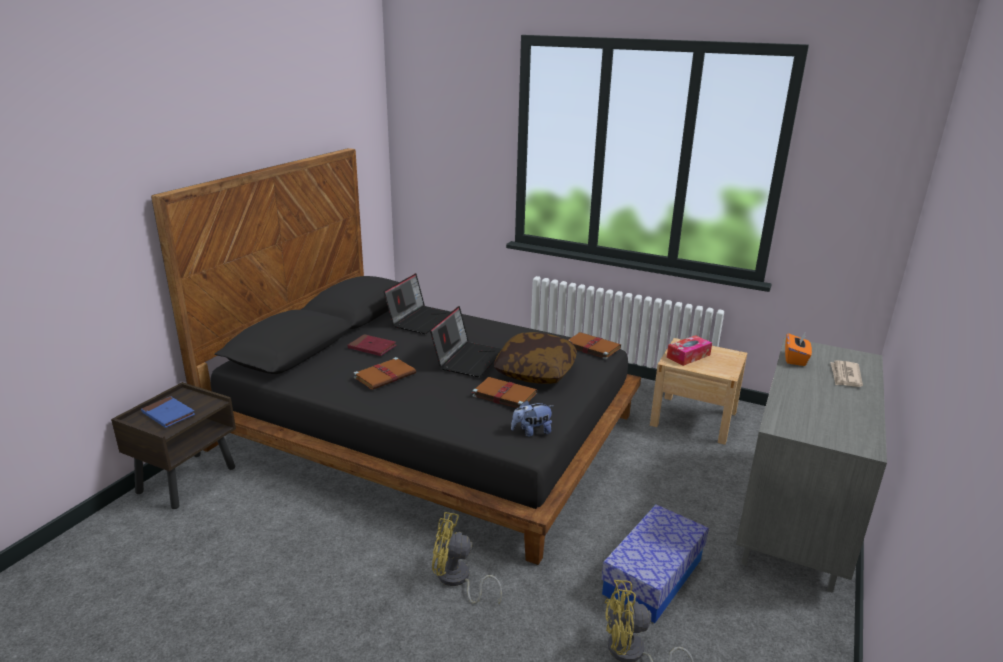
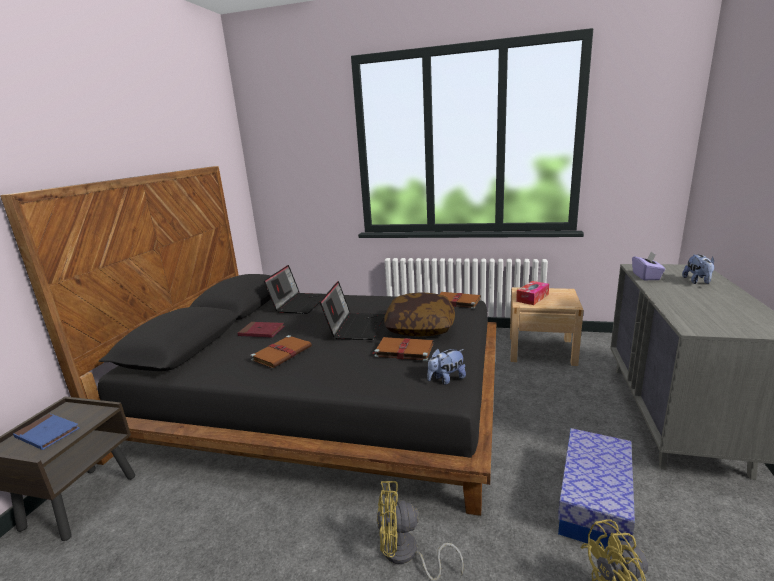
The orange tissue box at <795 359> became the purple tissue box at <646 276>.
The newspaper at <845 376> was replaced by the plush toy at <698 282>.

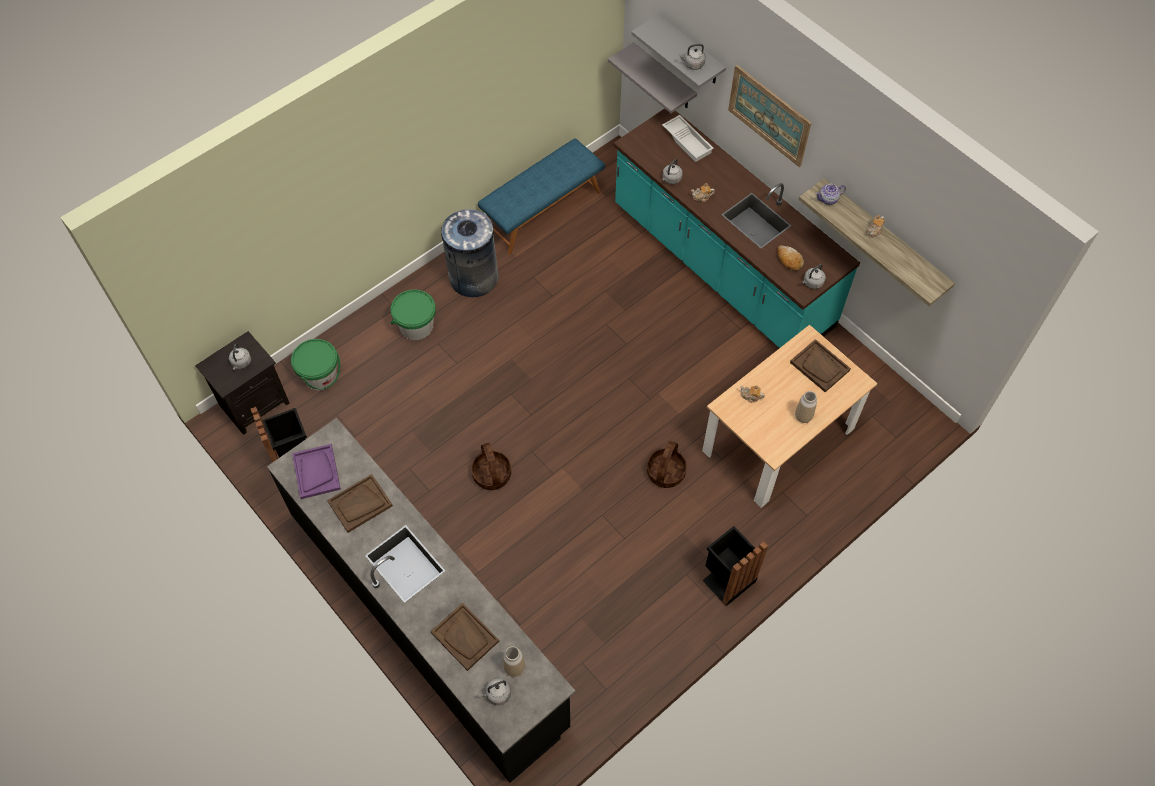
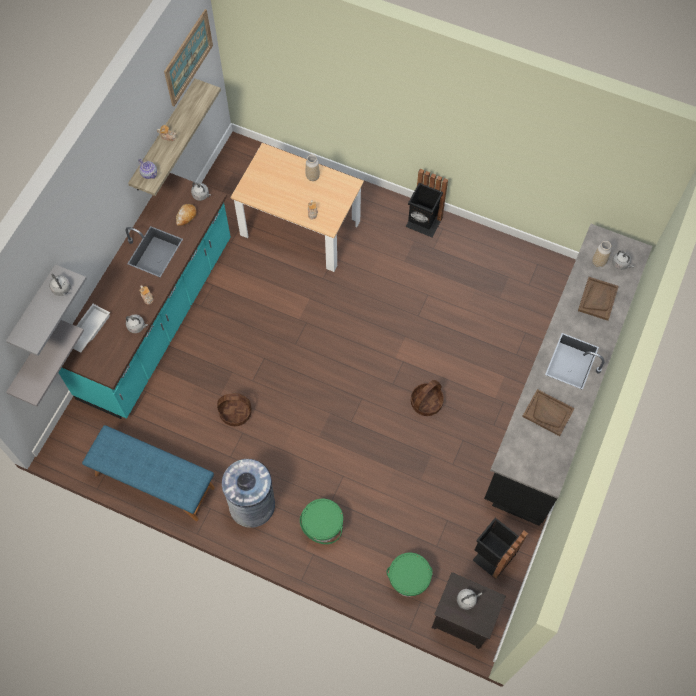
The purple tray at <316 472> disappeared.
The basket moved from <666 473> to <236 412>.
The picture moved from <769 115> to <188 57>.
The brown tray at <820 366> disappeared.

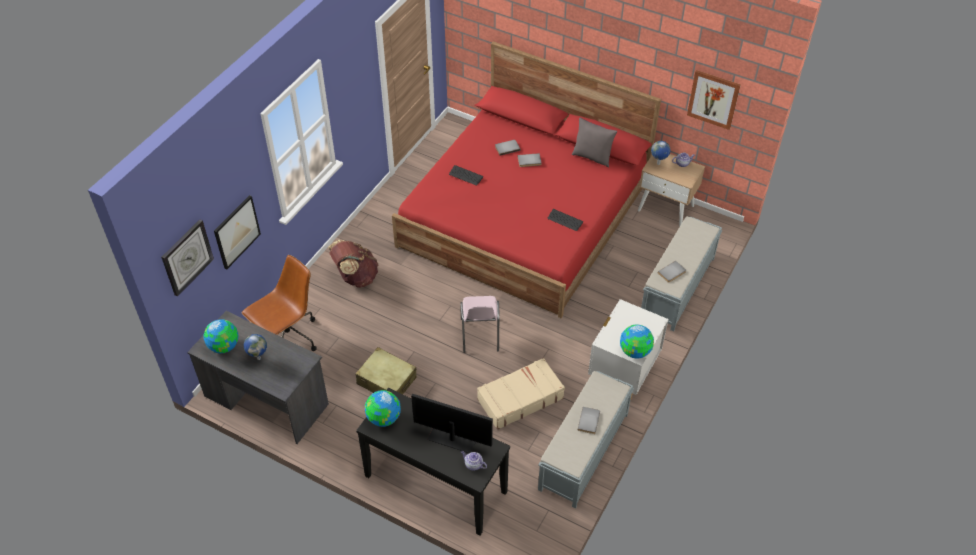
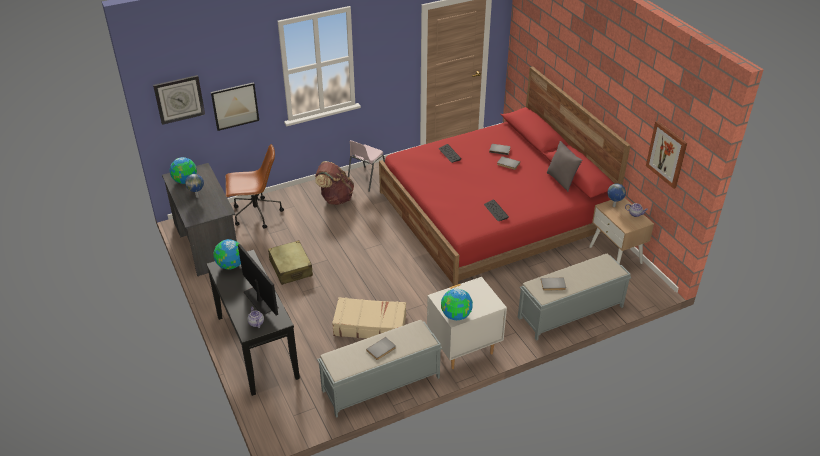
The pink chair moved from <479 335> to <366 179>.

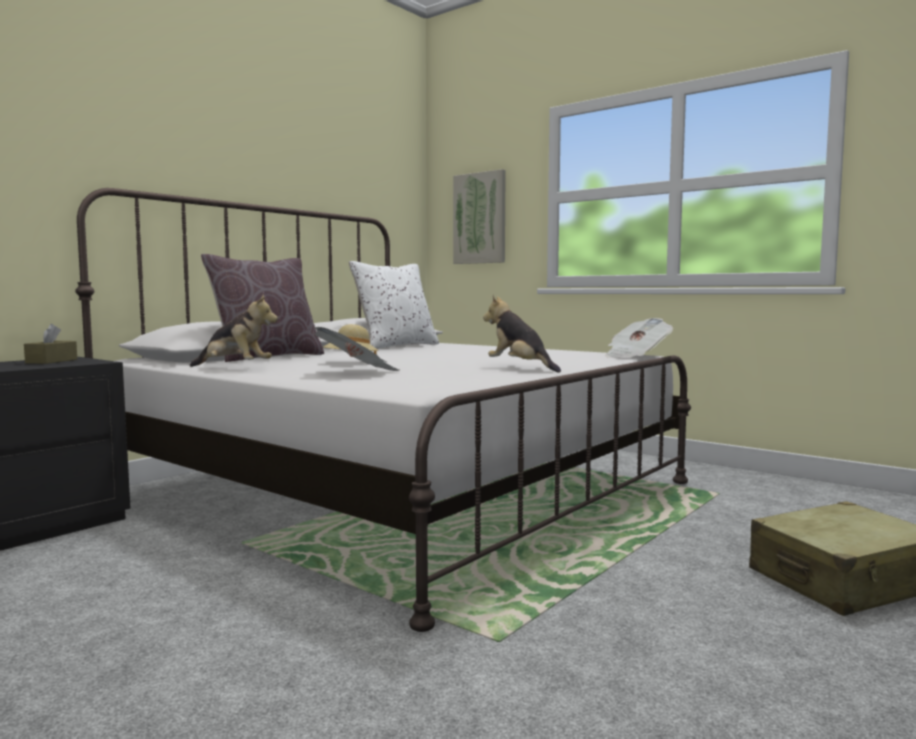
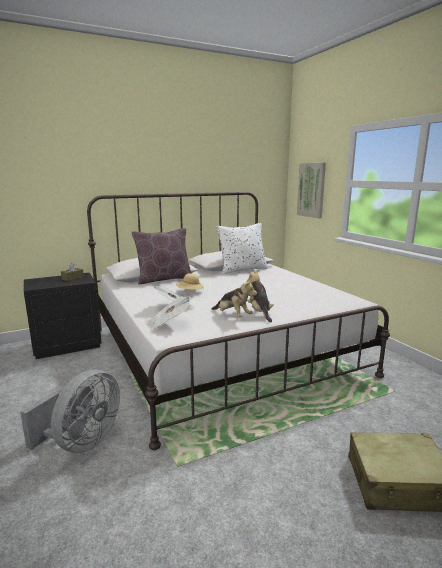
The plush toy moved from <234 368> to <233 315>.
The newspaper moved from <635 356> to <168 324>.
The grey fan at <82 442> appeared.

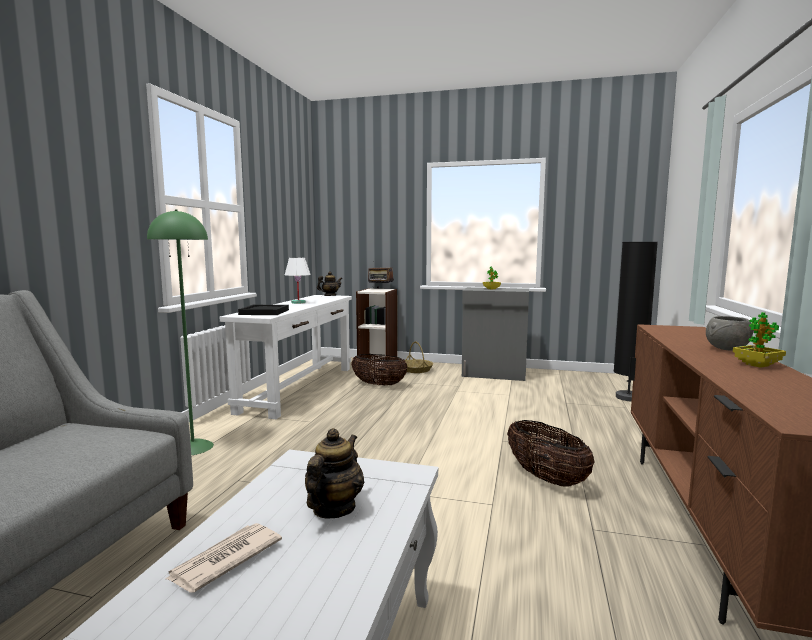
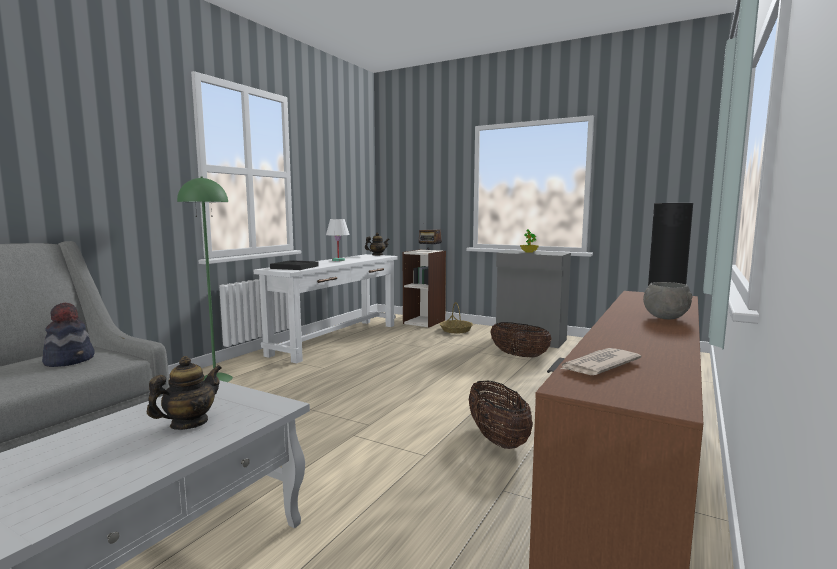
The newspaper moved from <224 560> to <598 365>.
The basket moved from <379 385> to <519 356>.
The potted plant at <757 365> disappeared.
The hat at <70 360> appeared.

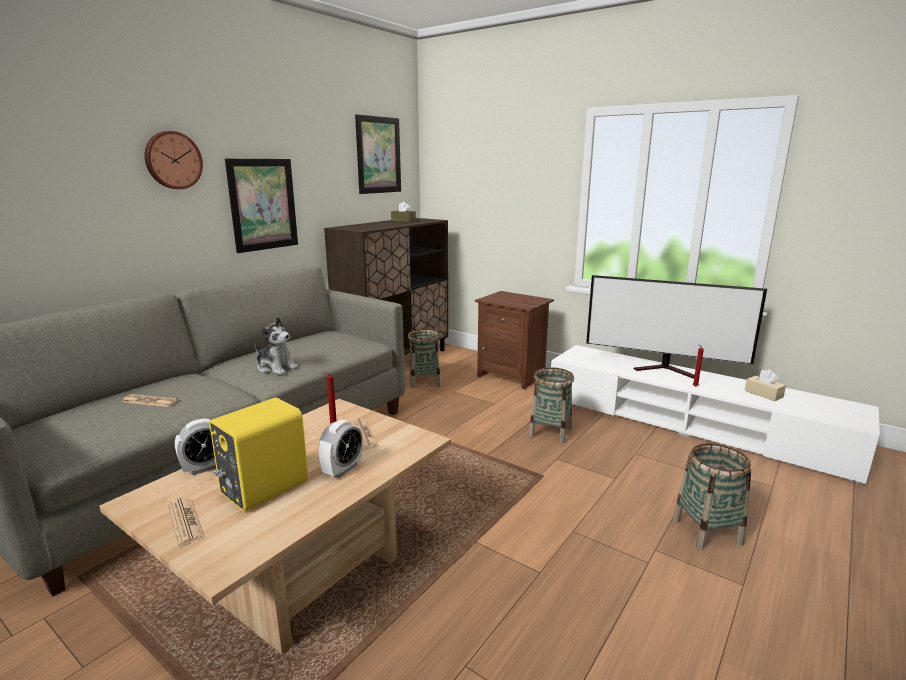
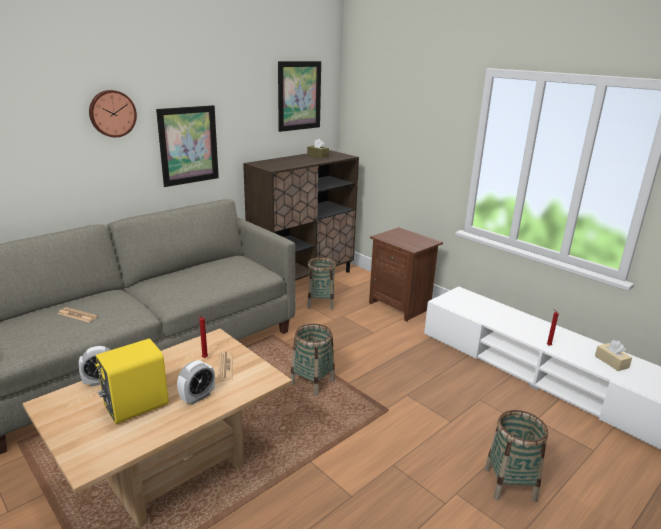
The newspaper at <185 521> disappeared.
The plush toy at <276 368> disappeared.
The basket moved from <550 432> to <312 382>.
The television at <666 370> disappeared.

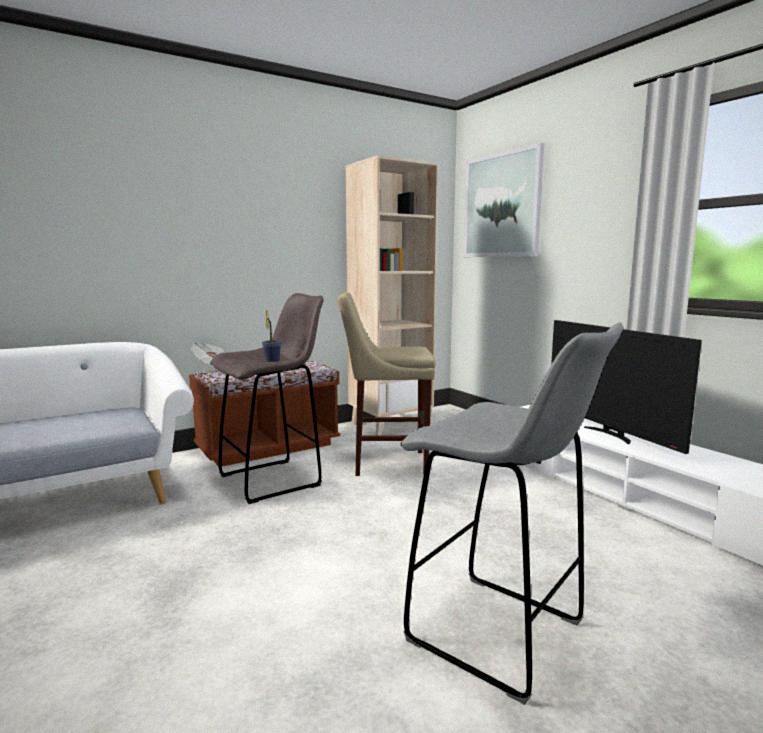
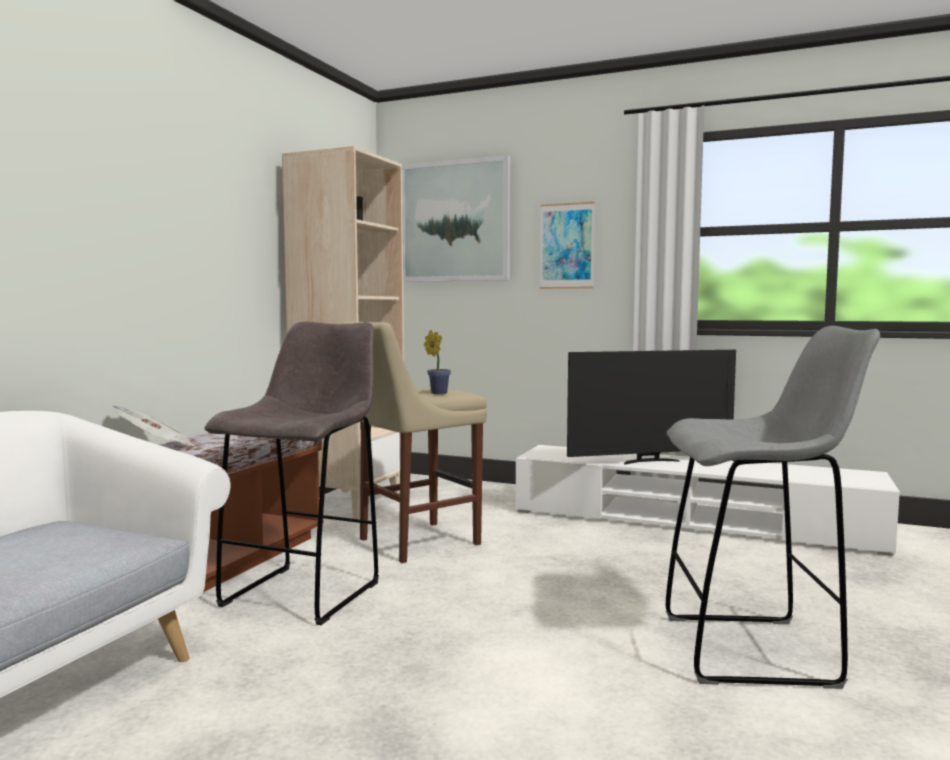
The potted plant moved from <272 360> to <437 393>.
The television at <610 434> turned 45 degrees counterclockwise.
The picture at <567 246> appeared.

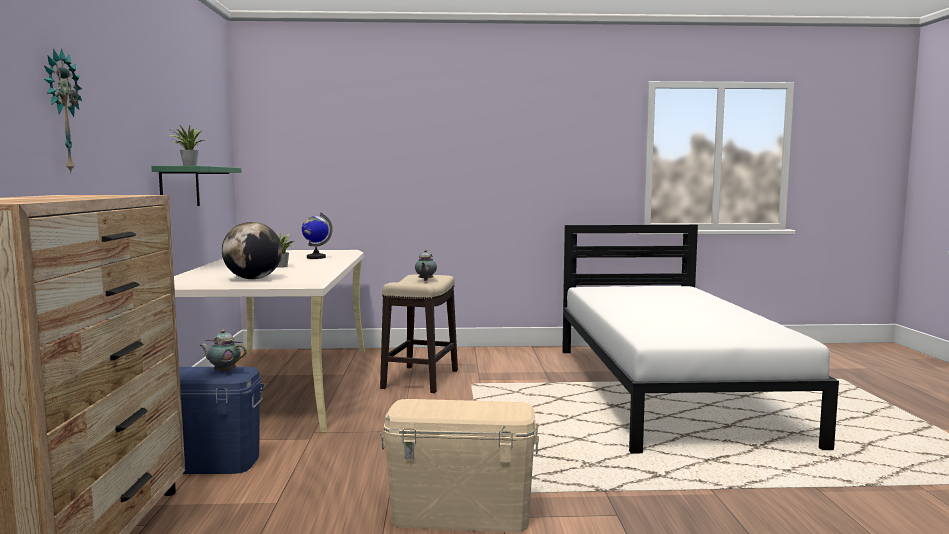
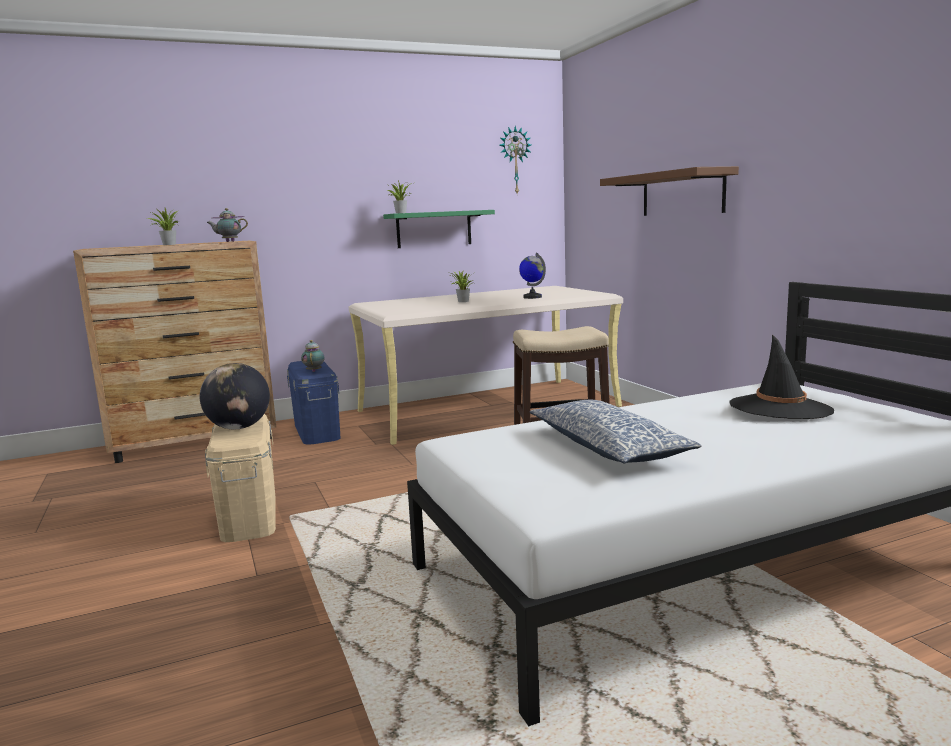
The wall clock moved from <60 112> to <514 160>.
The globe moved from <253 279> to <238 427>.
The teapot moved from <425 280> to <229 241>.
The potted plant at <168 244> appeared.
The pillow at <607 447> appeared.
The brown shelf at <682 193> appeared.
The black hat at <780 408> appeared.

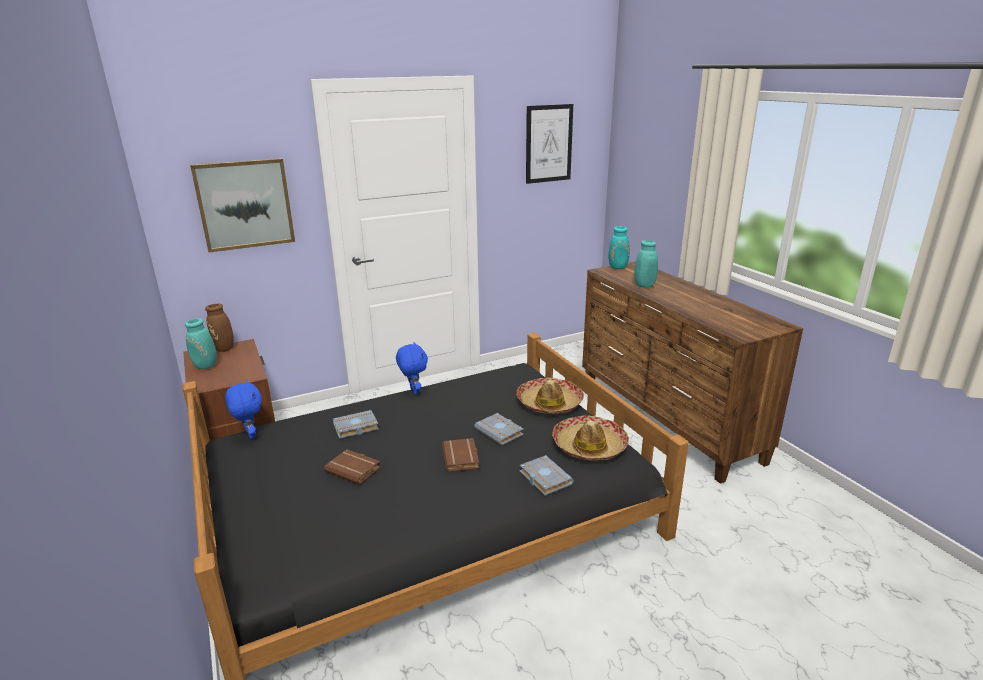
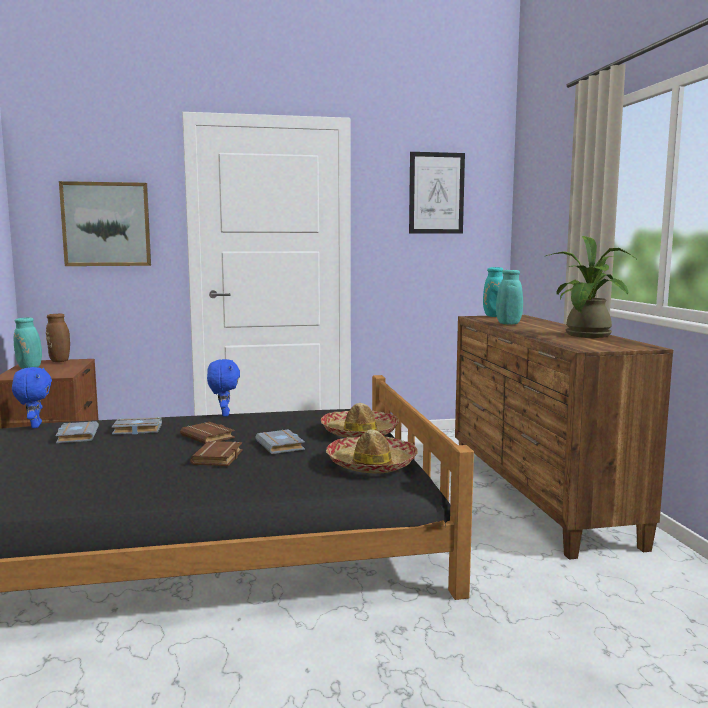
The brown book moved from <355 470> to <209 437>.
The grey book moved from <543 478> to <76 436>.
The potted plant at <587 336> appeared.

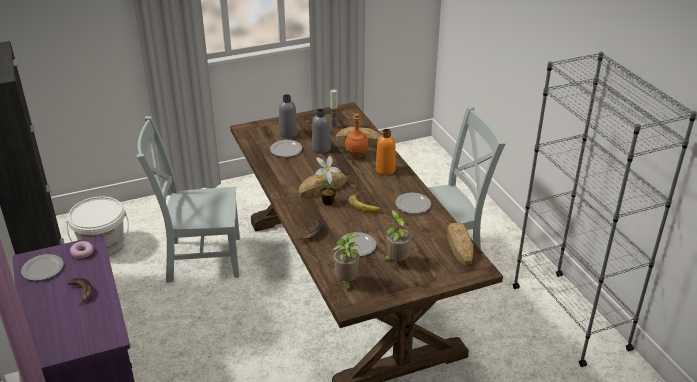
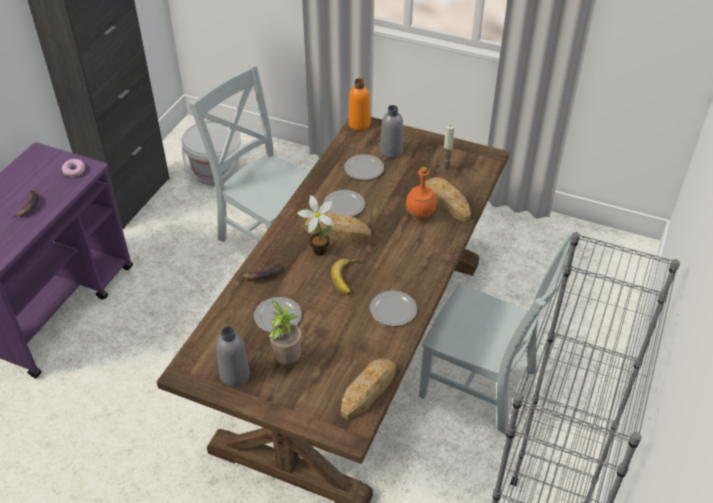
The plate moved from <42 269> to <343 205>.
The grey bottle moved from <321 148> to <235 375>.
The potted plant at <346 283> disappeared.
The orange bottle moved from <385 170> to <359 124>.

